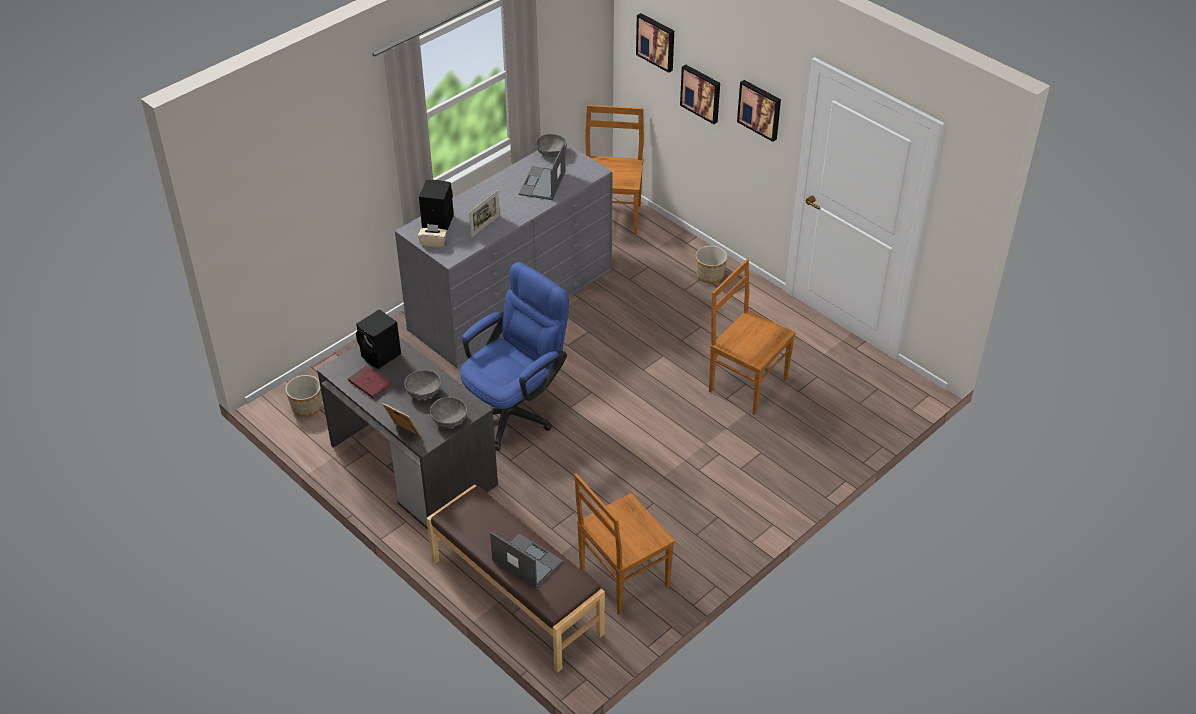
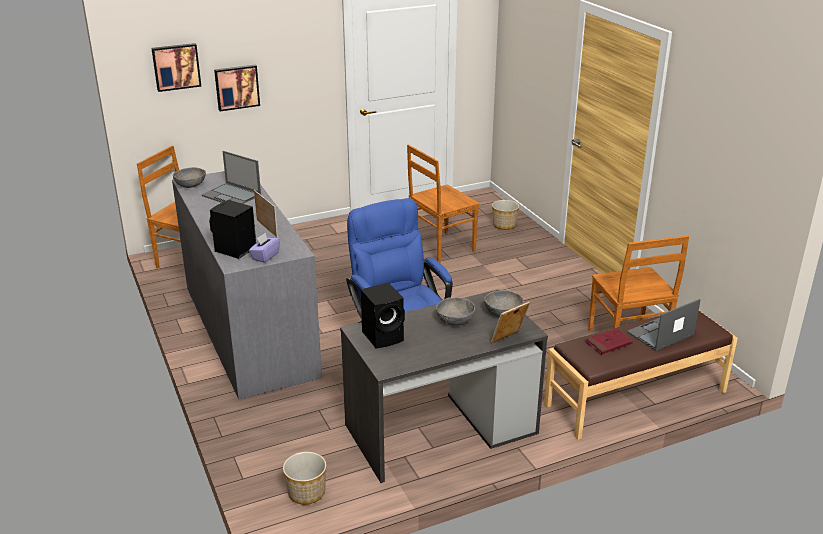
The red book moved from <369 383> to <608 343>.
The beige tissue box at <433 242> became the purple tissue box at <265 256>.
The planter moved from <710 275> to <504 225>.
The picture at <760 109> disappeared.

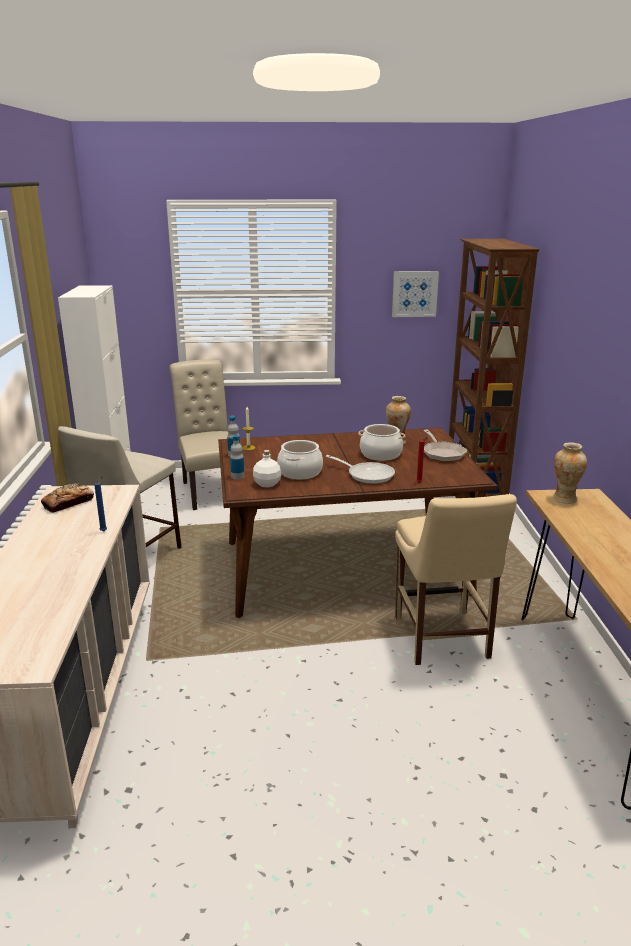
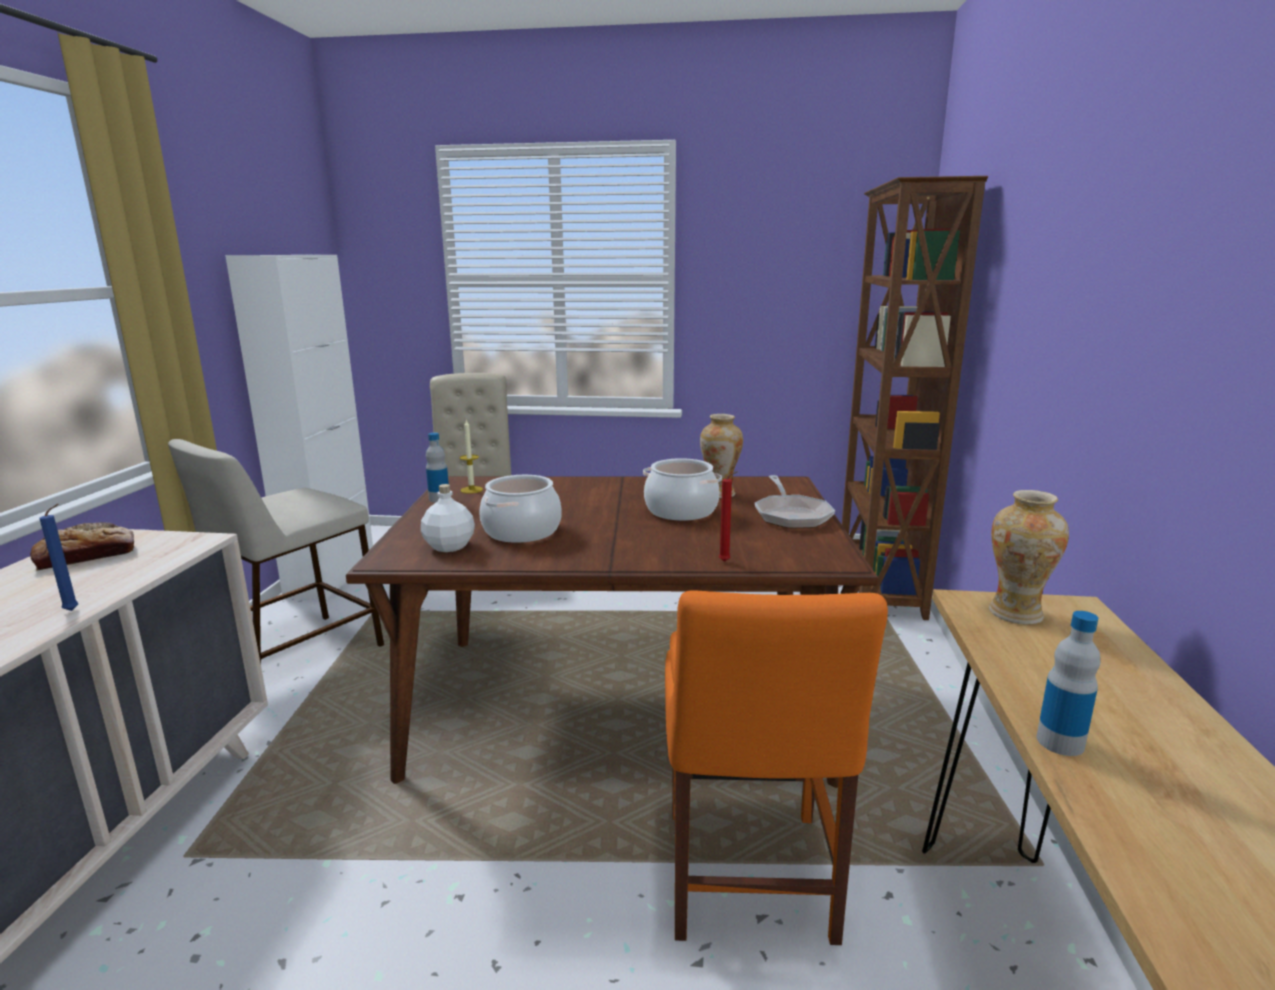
The bottle moved from <237 477> to <1060 742>.
The frying pan at <367 475> disappeared.
The picture at <414 294> disappeared.
The beige chair at <442 640> became the orange chair at <748 882>.

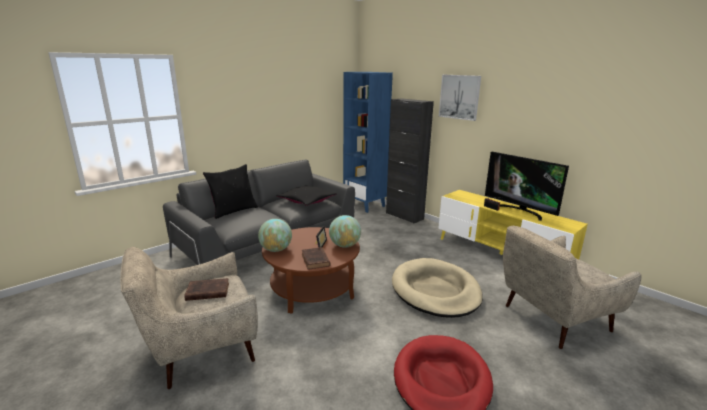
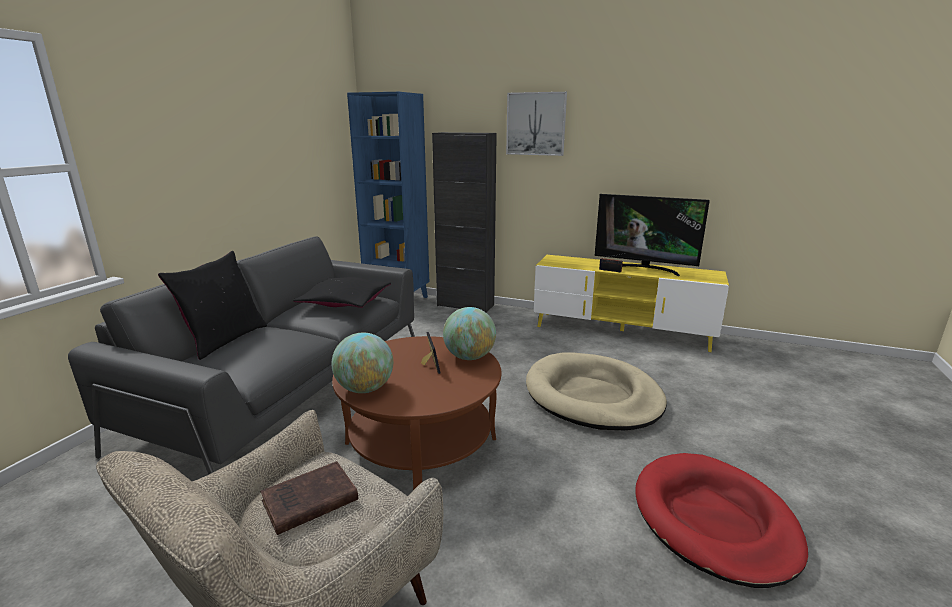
The brown book at <315 260> disappeared.
The beige armchair at <551 319> disappeared.

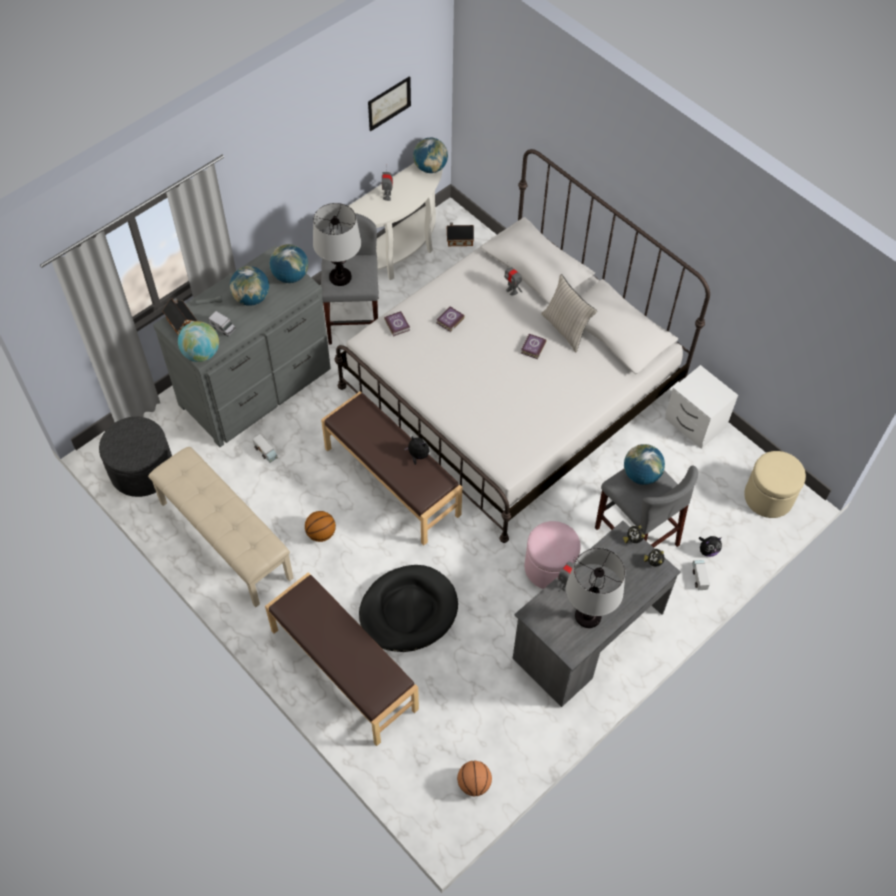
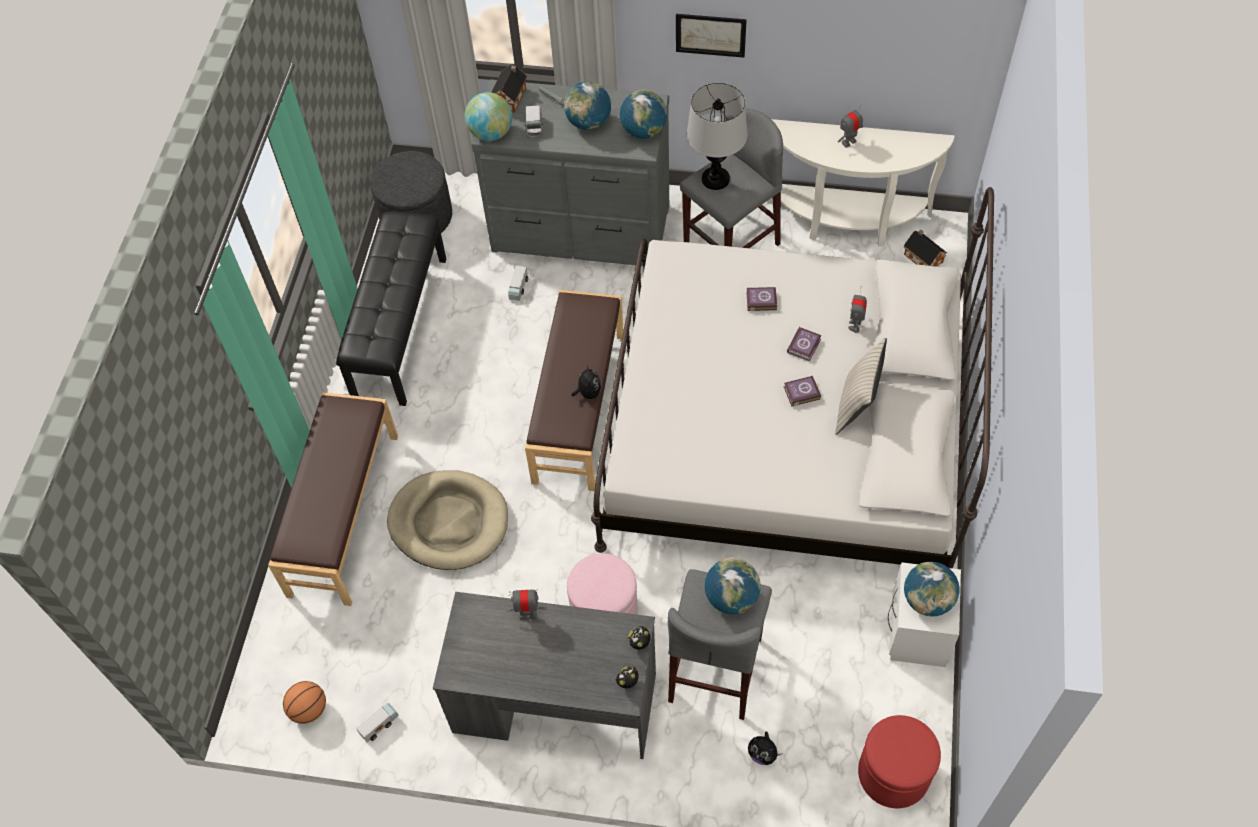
The beige bench at <224 540> became the black bench at <399 326>.
The basketball at <321 533> disappeared.
The black dog bed at <408 610> became the beige dog bed at <449 522>.
The picture moved from <389 103> to <710 35>.
The book moved from <397 324> to <804 345>.
The globe moved from <430 168> to <927 600>.
The table lamp at <588 615> disappeared.
The toy truck moved from <699 577> to <379 725>.
The beige ottoman at <768 497> became the red ottoman at <893 773>.

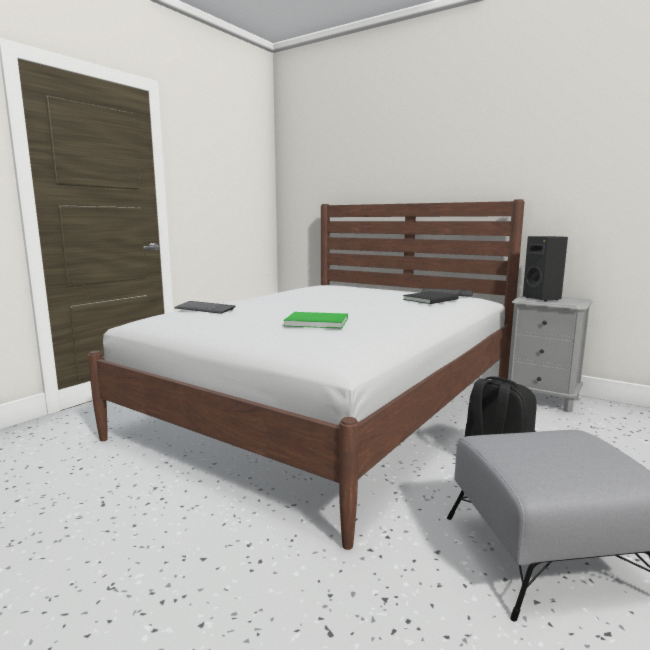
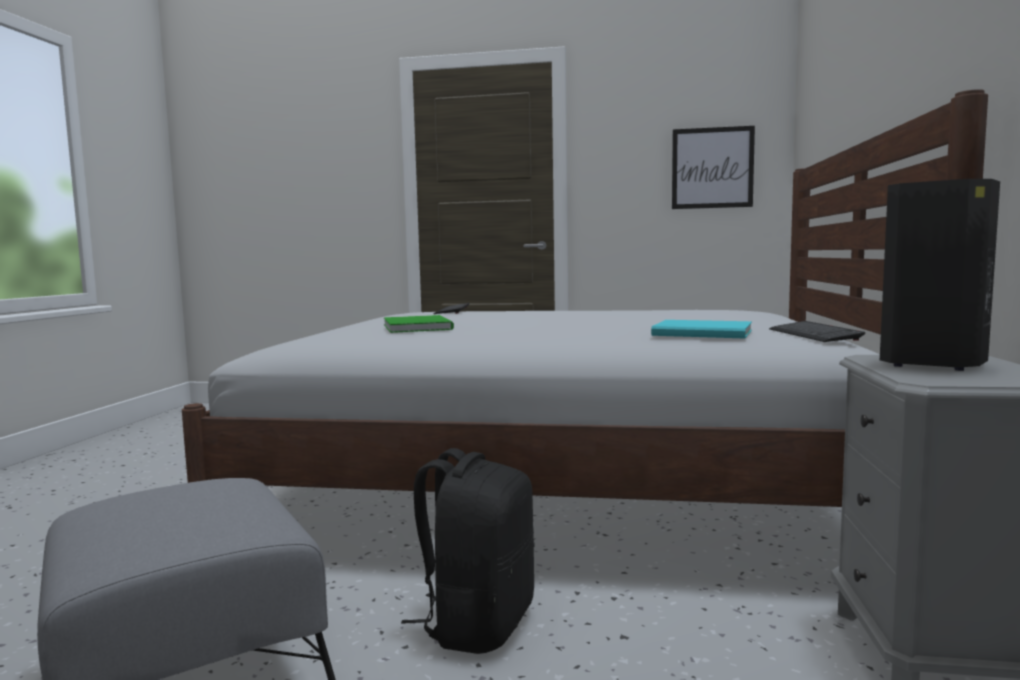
The black book at <432 299> became the turquoise book at <705 333>.
The picture at <712 168> appeared.

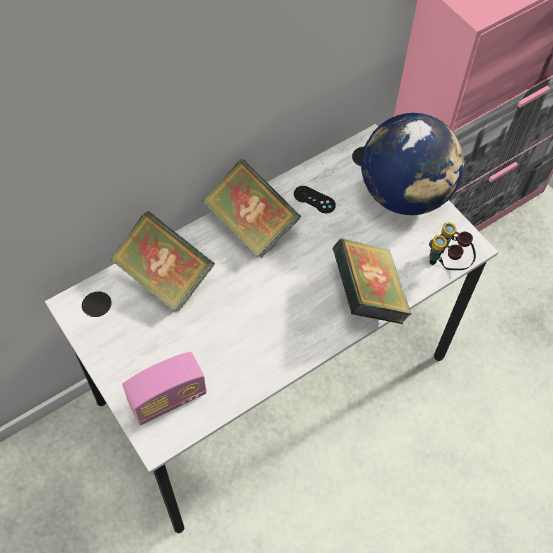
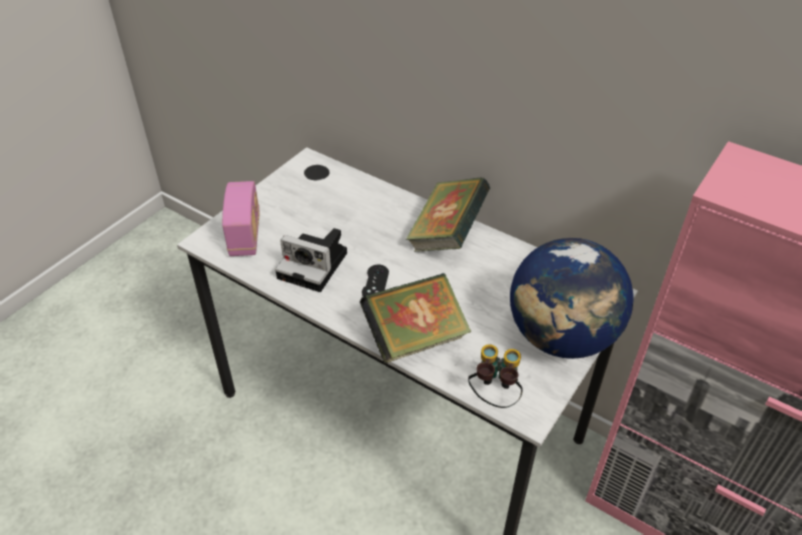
The book at <165 276> disappeared.
The radio at <168 399> turned 135 degrees counterclockwise.
The black game controller moved from <314 199> to <375 282>.
The photo camera at <315 265> appeared.

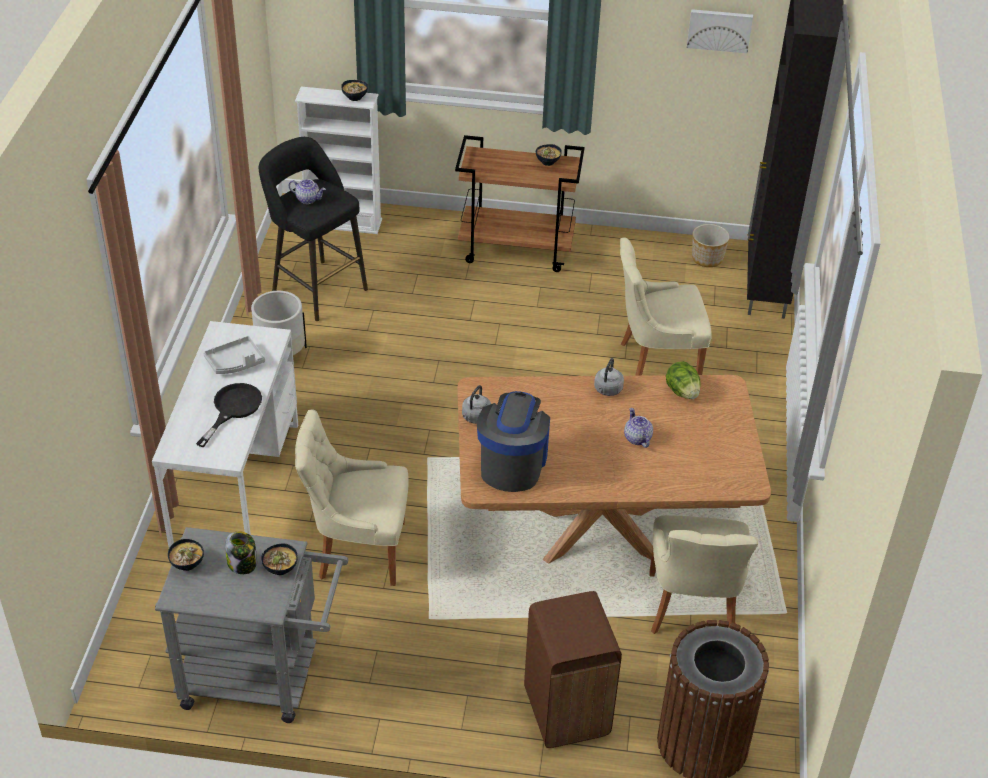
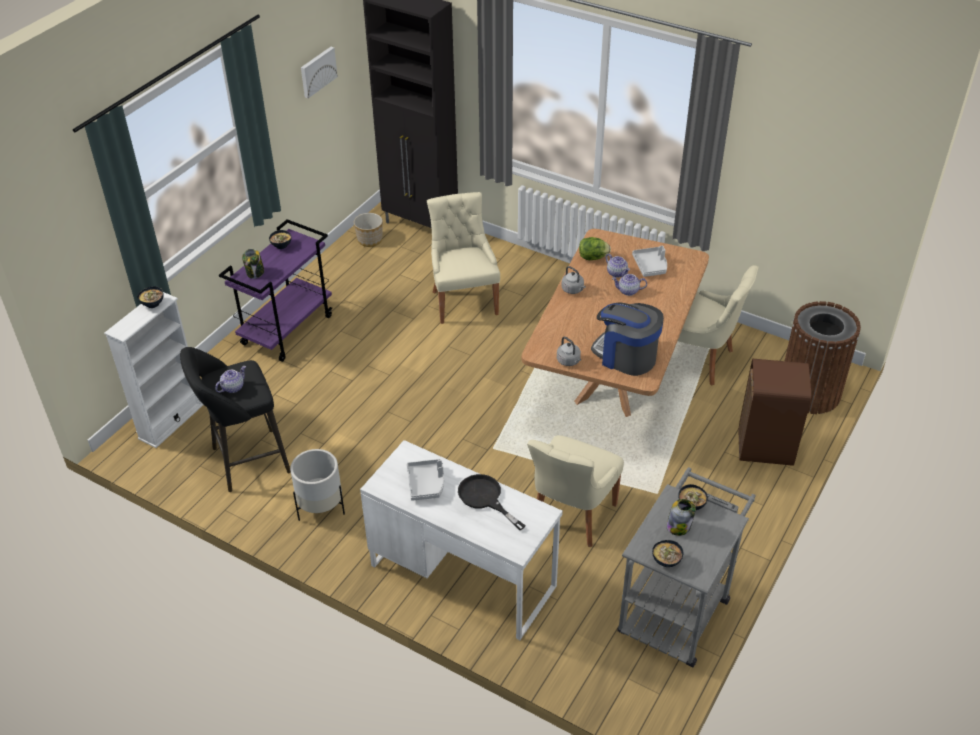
The brown cart at <517 249> became the purple cart at <287 329>.
The beige chair at <655 364> turned 150 degrees clockwise.
The jar at <255 273> appeared.
The teapot at <617 273> appeared.
The grey tray at <651 266> appeared.

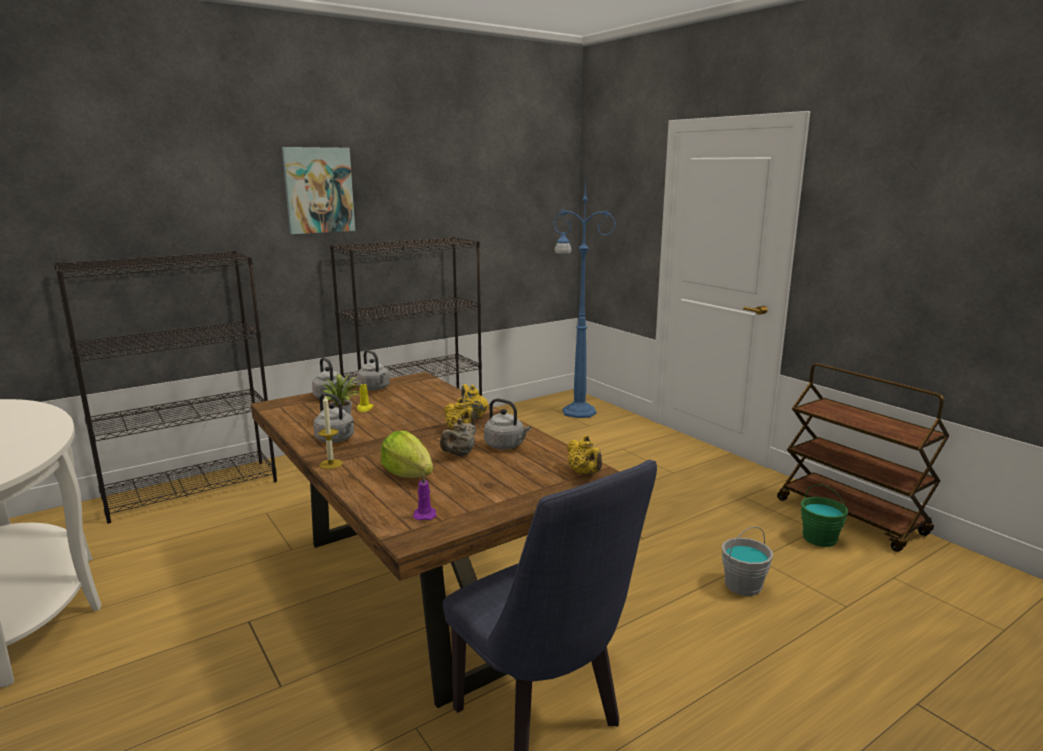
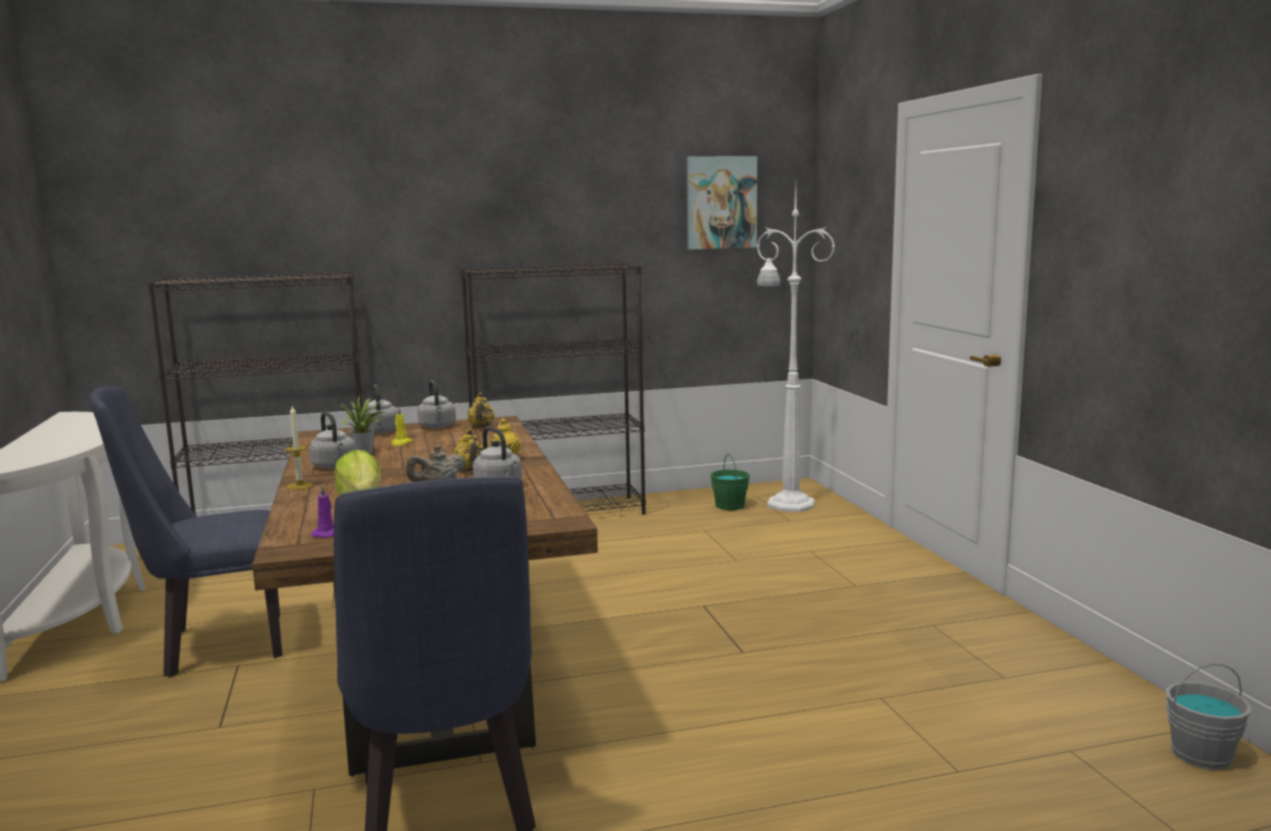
The picture moved from <318 190> to <721 202>.
The blue floor lamp at <577 411> became the white floor lamp at <788 504>.
The yellow teapot moved from <584 473> to <481 427>.
The grey bucket moved from <743 586> to <1201 755>.
The brown cart at <851 517> disappeared.
The green bucket moved from <820 538> to <730 505>.
The blue chair at <211 646> appeared.

